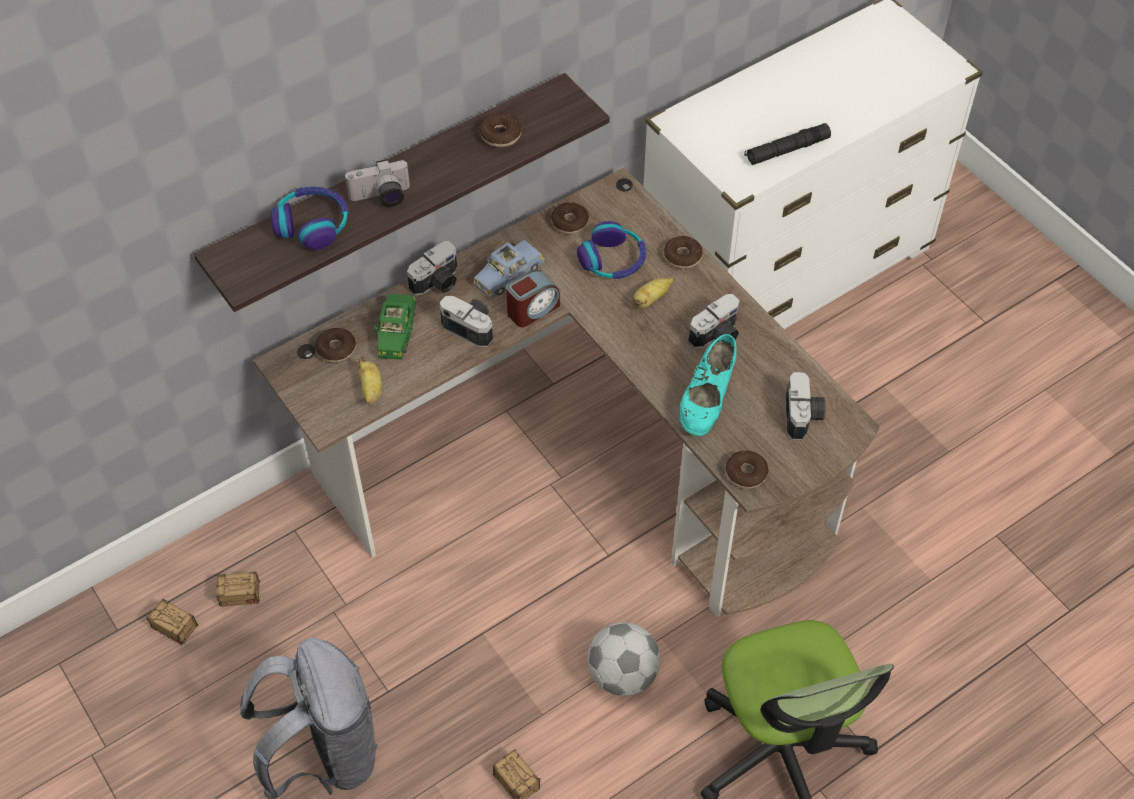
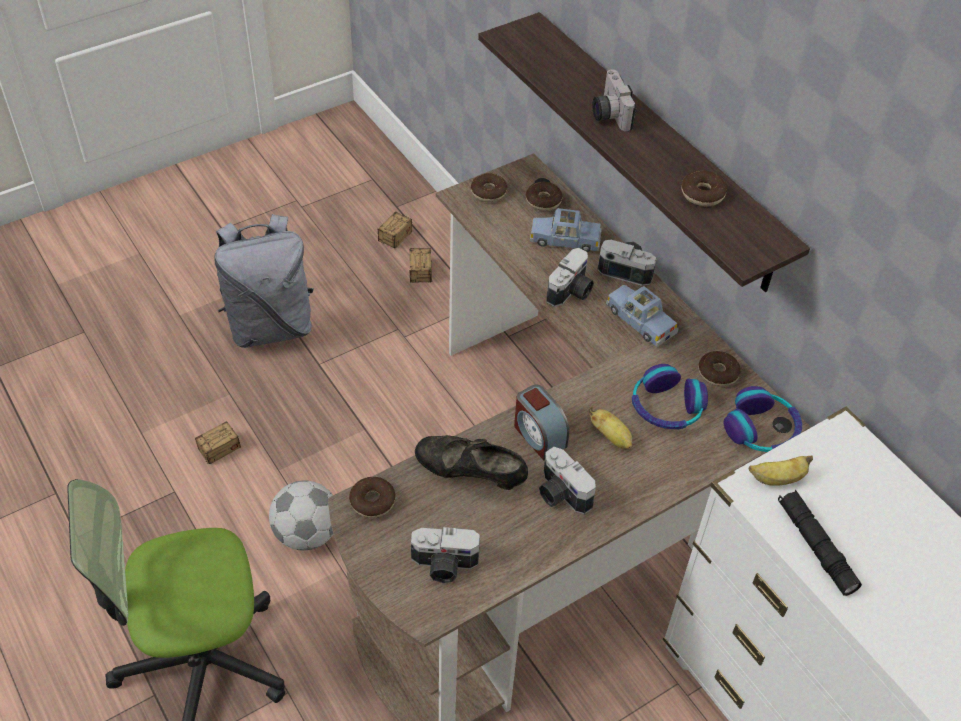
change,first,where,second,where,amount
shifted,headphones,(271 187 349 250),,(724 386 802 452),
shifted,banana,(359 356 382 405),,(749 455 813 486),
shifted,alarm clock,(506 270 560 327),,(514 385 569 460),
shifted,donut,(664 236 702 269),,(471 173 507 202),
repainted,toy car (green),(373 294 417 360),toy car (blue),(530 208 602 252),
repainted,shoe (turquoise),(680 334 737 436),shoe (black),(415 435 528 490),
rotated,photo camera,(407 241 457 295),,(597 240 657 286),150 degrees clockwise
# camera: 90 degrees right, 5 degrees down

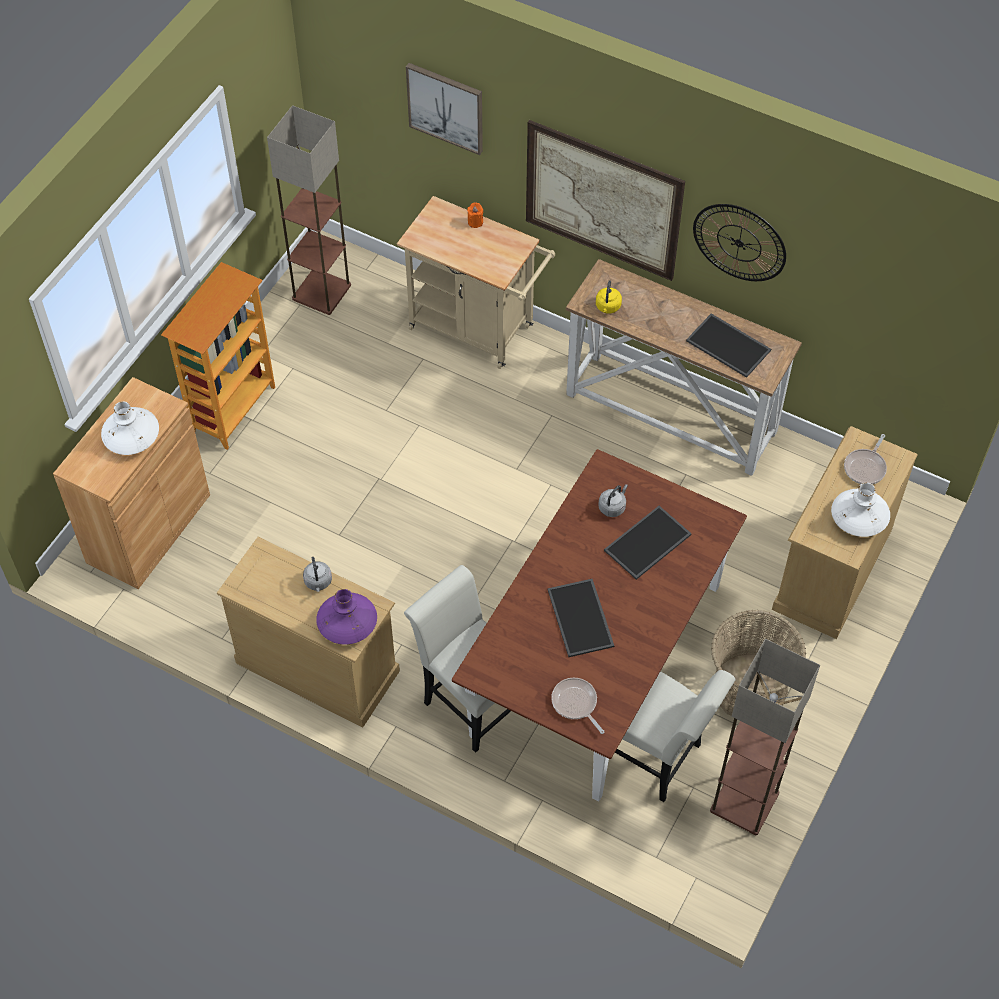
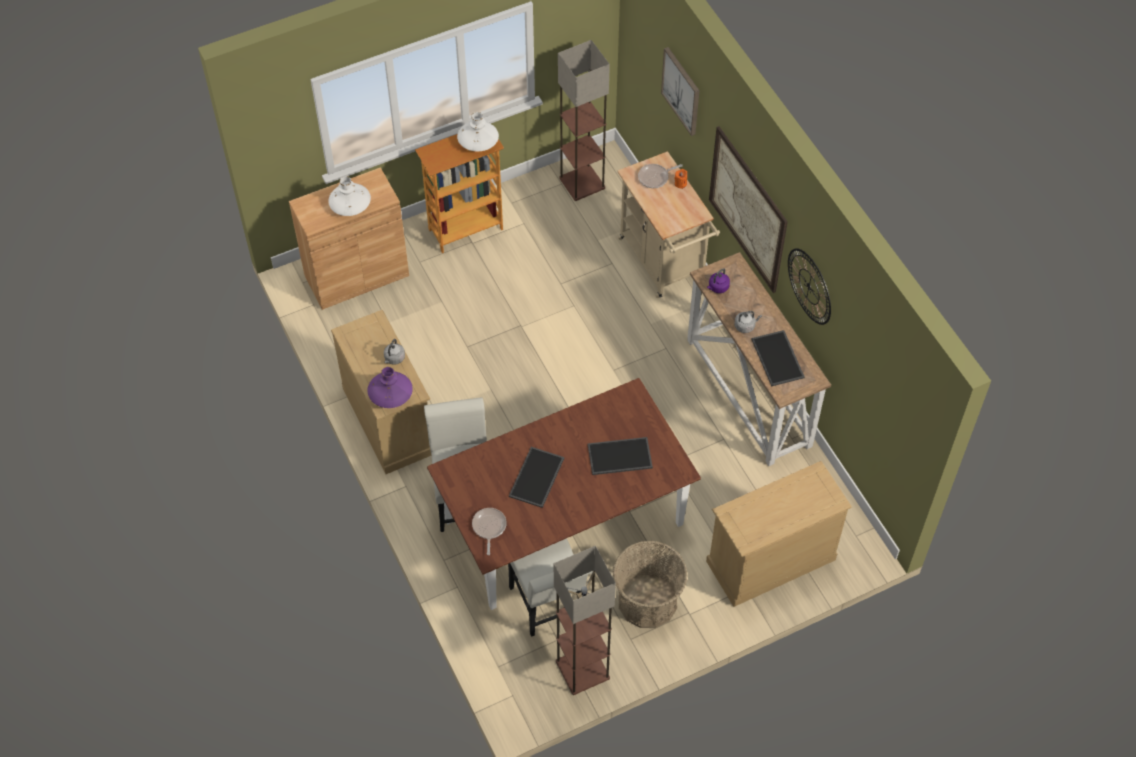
change,first,where,second,where,amount
shifted,kettle (grey),(598 484 628 517),,(734 311 762 333),
shifted,vase (white),(831 483 890 537),,(457 112 499 151),
shifted,frying pan,(844 434 887 484),,(638 164 683 188),
repainted,kettle (yellow),(596 281 622 314),kettle (purple),(707 268 730 293),
# camera: 35 degrees right, 0 degrees up

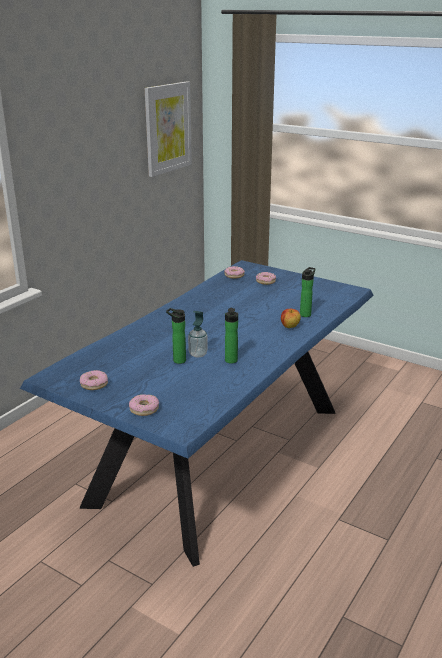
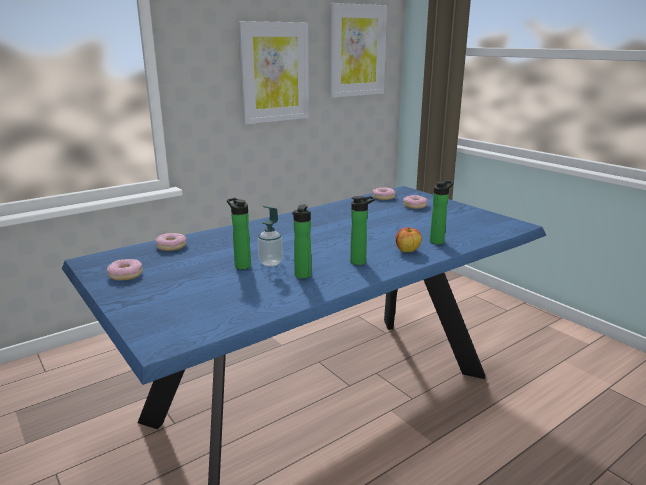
change,first,where,second,where,amount
new,,,picture,(238 21 309 124),
new,,,bottle,(350 196 375 265),
shifted,donut,(129 394 159 416),,(155 233 187 251),
# camera: 20 degrees right, 5 degrees down

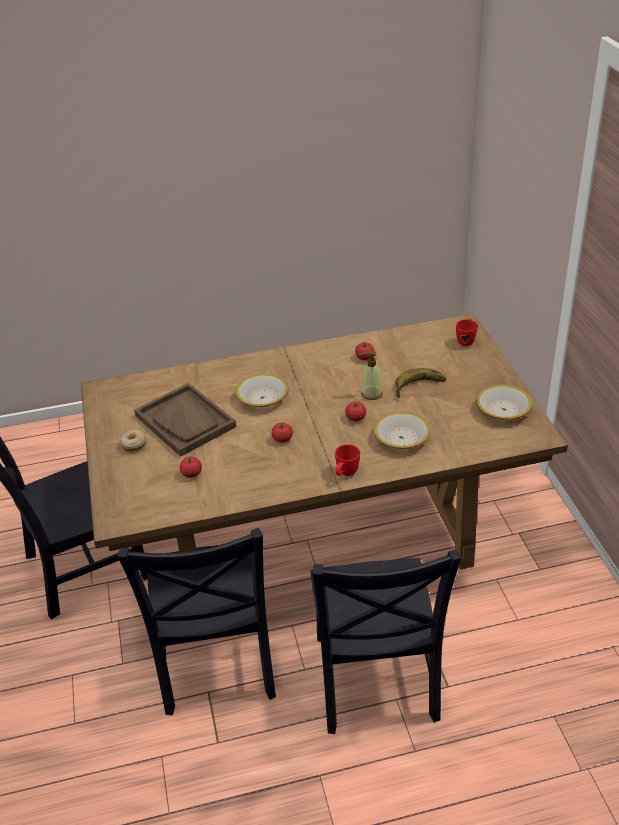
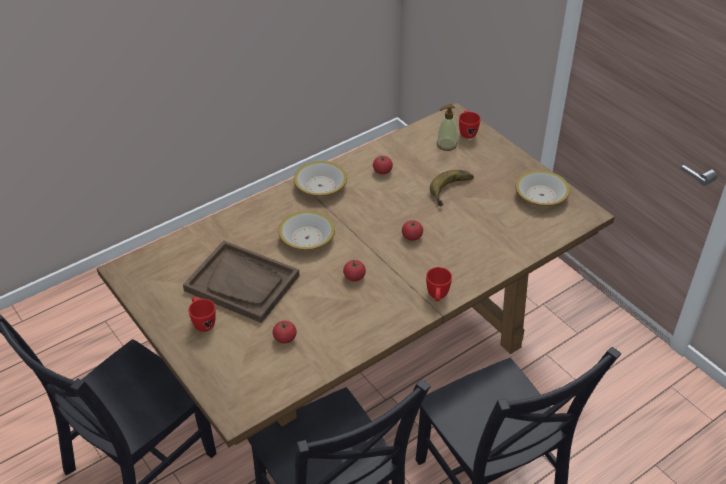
change,first,where,second,where,amount
shifted,soap dispenser,(360 351 383 400),,(437 104 457 151),
shifted,bowl,(374 412 431 449),,(294 161 347 196),
swapped,donut,(120 430 147 453),mug (red),(188 297 216 332),
# camera: 25 degrees left, 5 degrees up

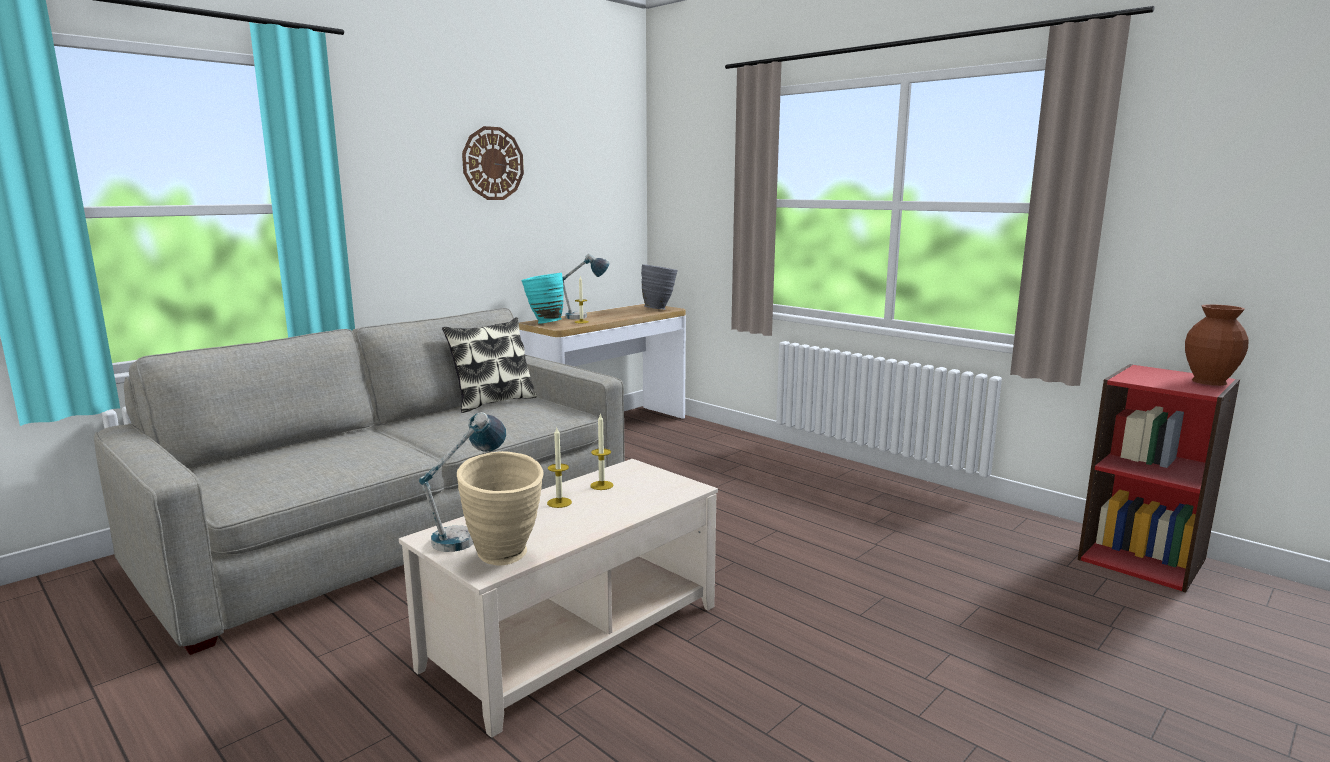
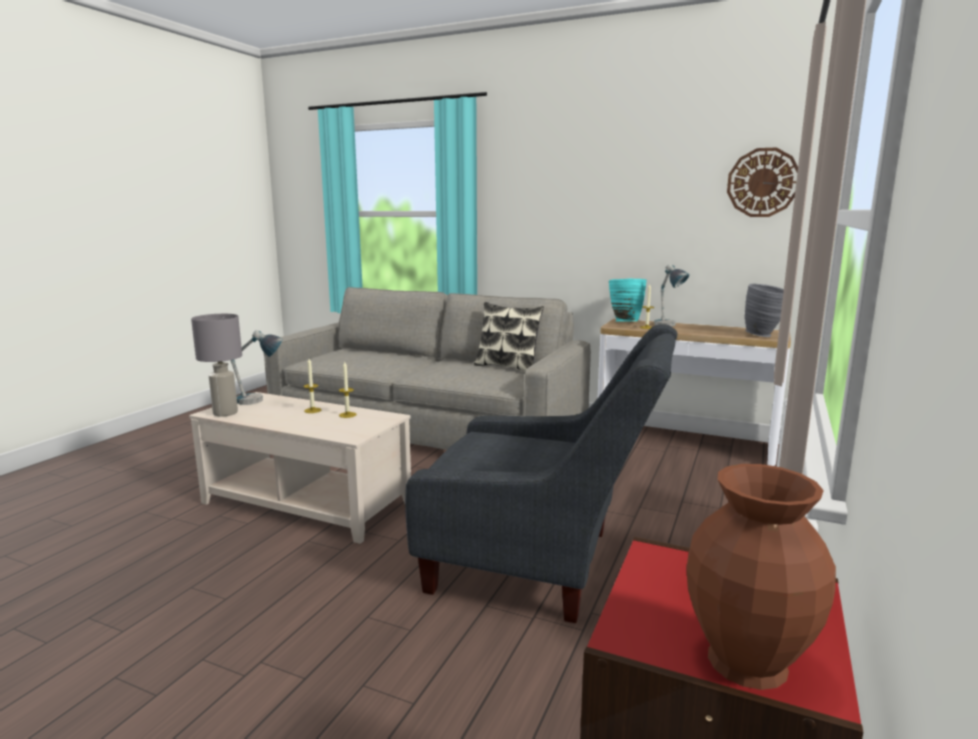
change,first,where,second,where,amount
new,,,armchair (grey),(405 324 678 623),
shifted,wall clock,(462 126 524 200),,(727 147 798 217),
swapped,vase (beige),(457 451 544 565),table lamp (grey),(191 314 242 416),
# camera: 70 degrees right, 0 degrees up

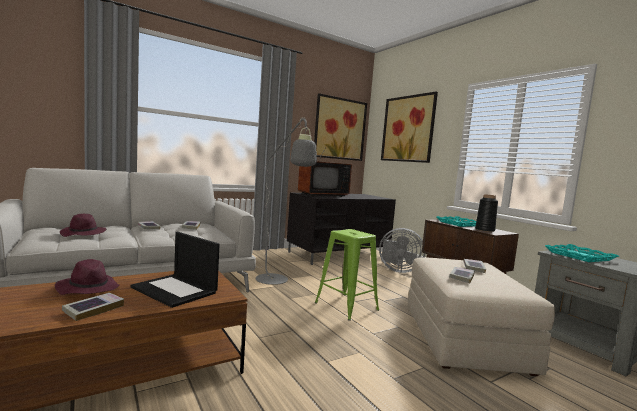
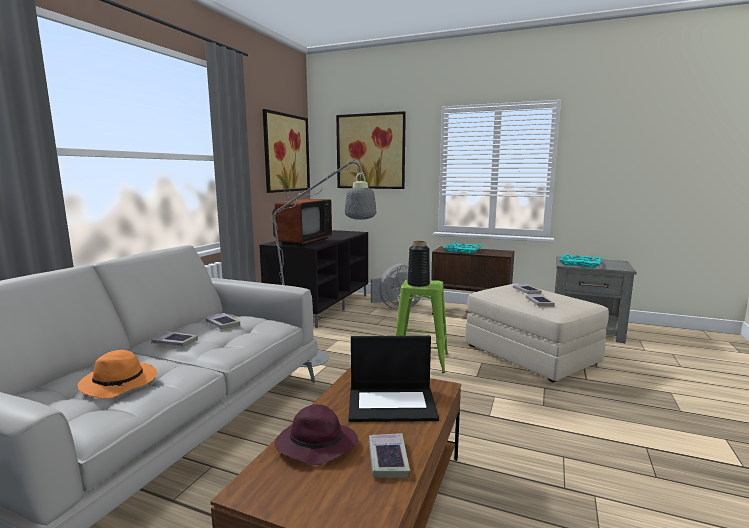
change,first,where,second,where,amount
shifted,vase (black),(475 194 498 232),,(407 241 430 287),
repainted,hat (purple),(60 214 106 237),hat (orange),(78 350 157 399),
# camera: 35 degrees left, 5 degrees up

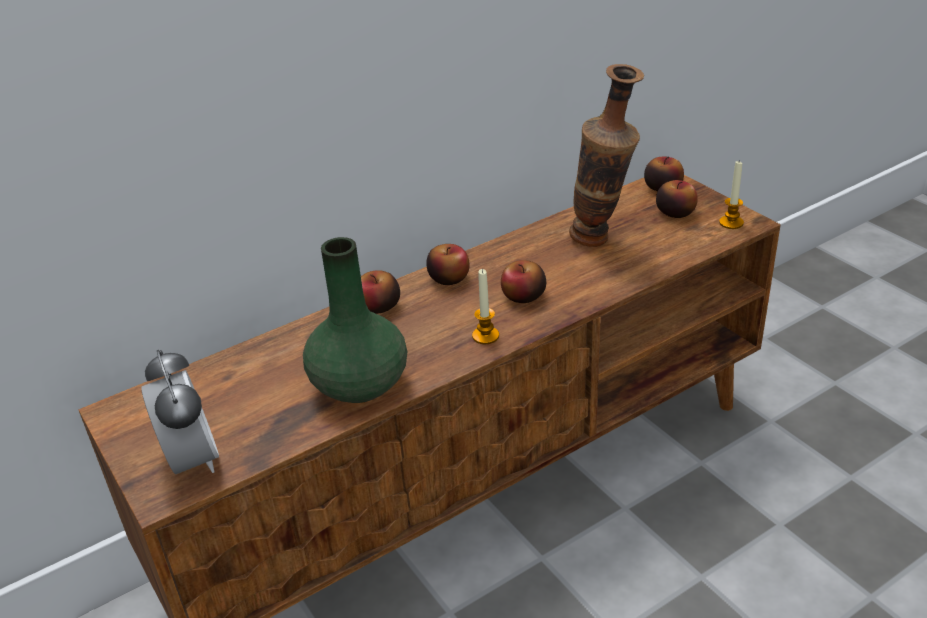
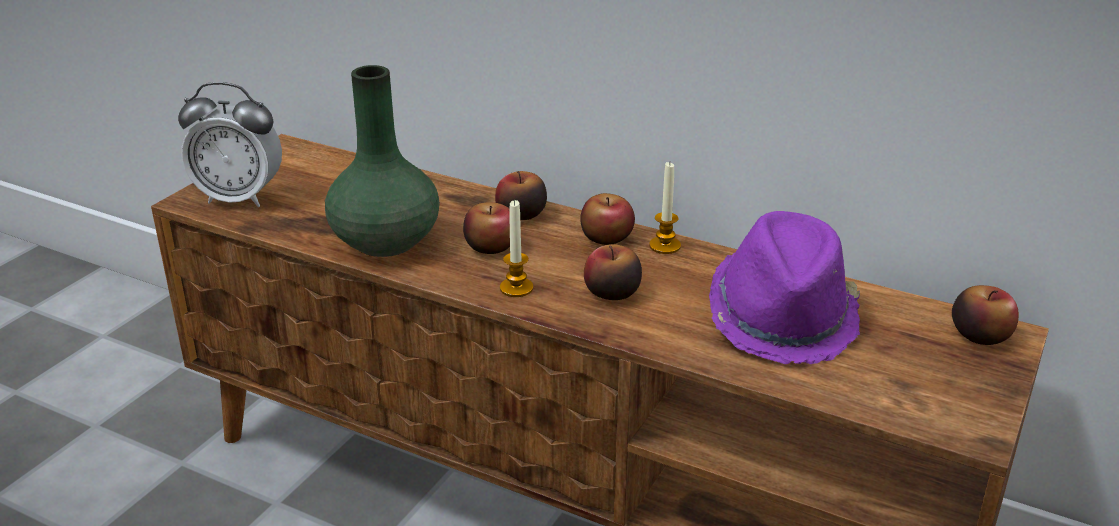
change,first,where,second,where,amount
shifted,apple,(656 180 698 218),,(463 202 510 254),
shifted,candle,(719 161 744 229),,(649 162 681 254),
swapped,vase,(569 64 644 247),hat (purple),(709 211 860 364),
rotated,alarm clock,(141 350 219 474),,(178 82 282 207),60 degrees clockwise
# camera: 60 degrees right, 5 degrees down

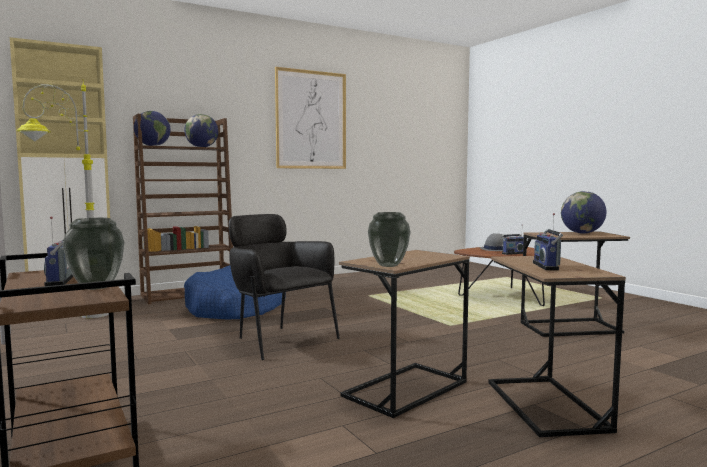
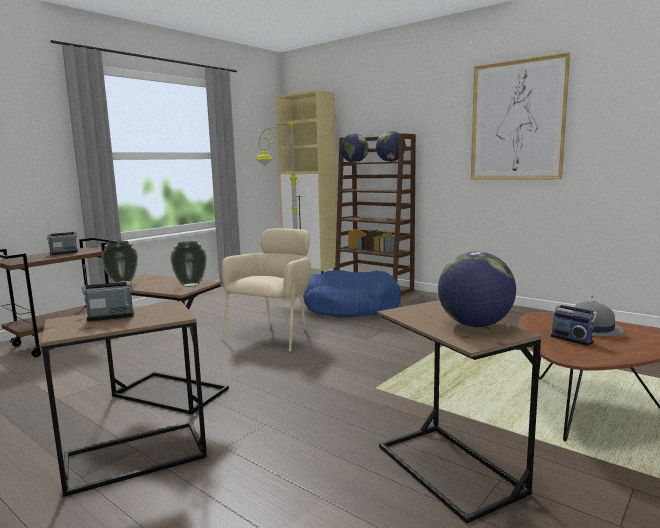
change,first,where,second,where,amount
shifted,vase,(63 218 125 290),,(170 241 207 287),
repainted,armchair (black),(228 214 340 360),armchair (beige),(222 228 311 352),
# camera: 70 degrees right, 5 degrees up

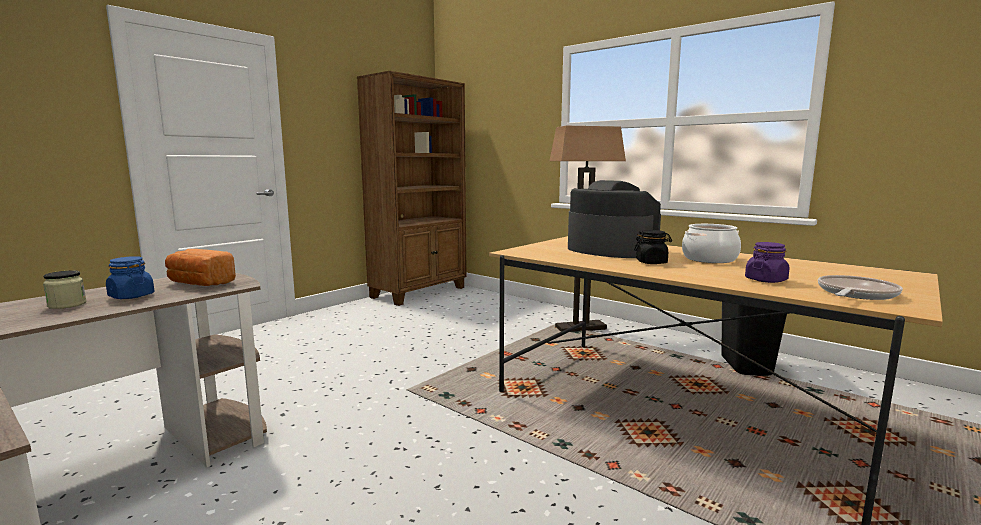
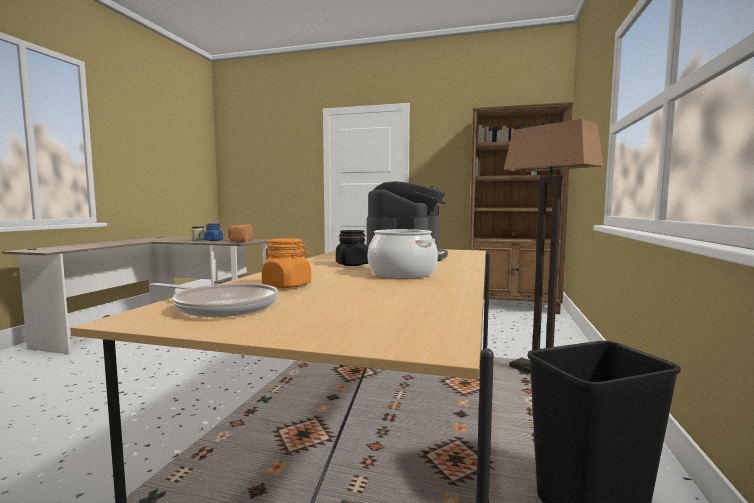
change,first,where,second,where,amount
repainted,jar (purple),(745 242 789 283),jar (orange),(262 238 311 288),
# camera: 65 degrees right, 5 degrees down

